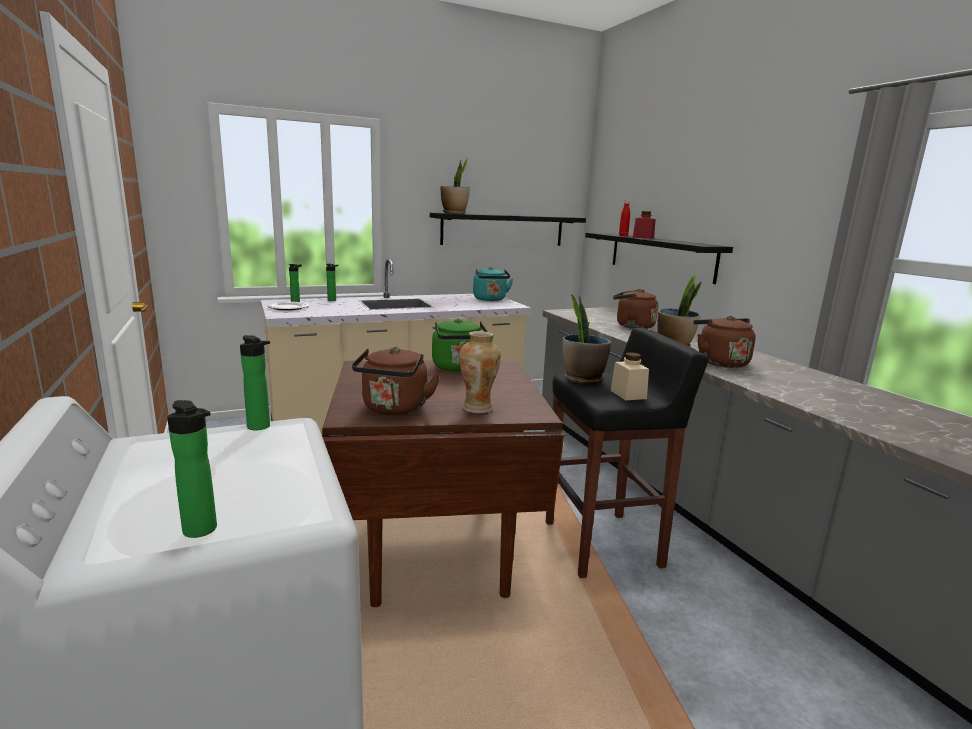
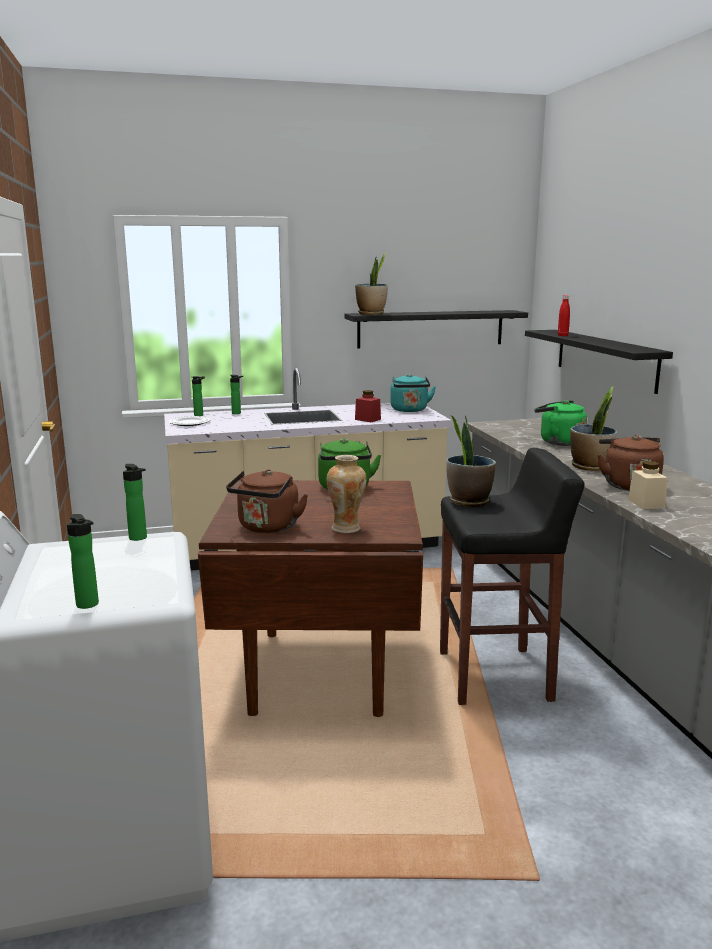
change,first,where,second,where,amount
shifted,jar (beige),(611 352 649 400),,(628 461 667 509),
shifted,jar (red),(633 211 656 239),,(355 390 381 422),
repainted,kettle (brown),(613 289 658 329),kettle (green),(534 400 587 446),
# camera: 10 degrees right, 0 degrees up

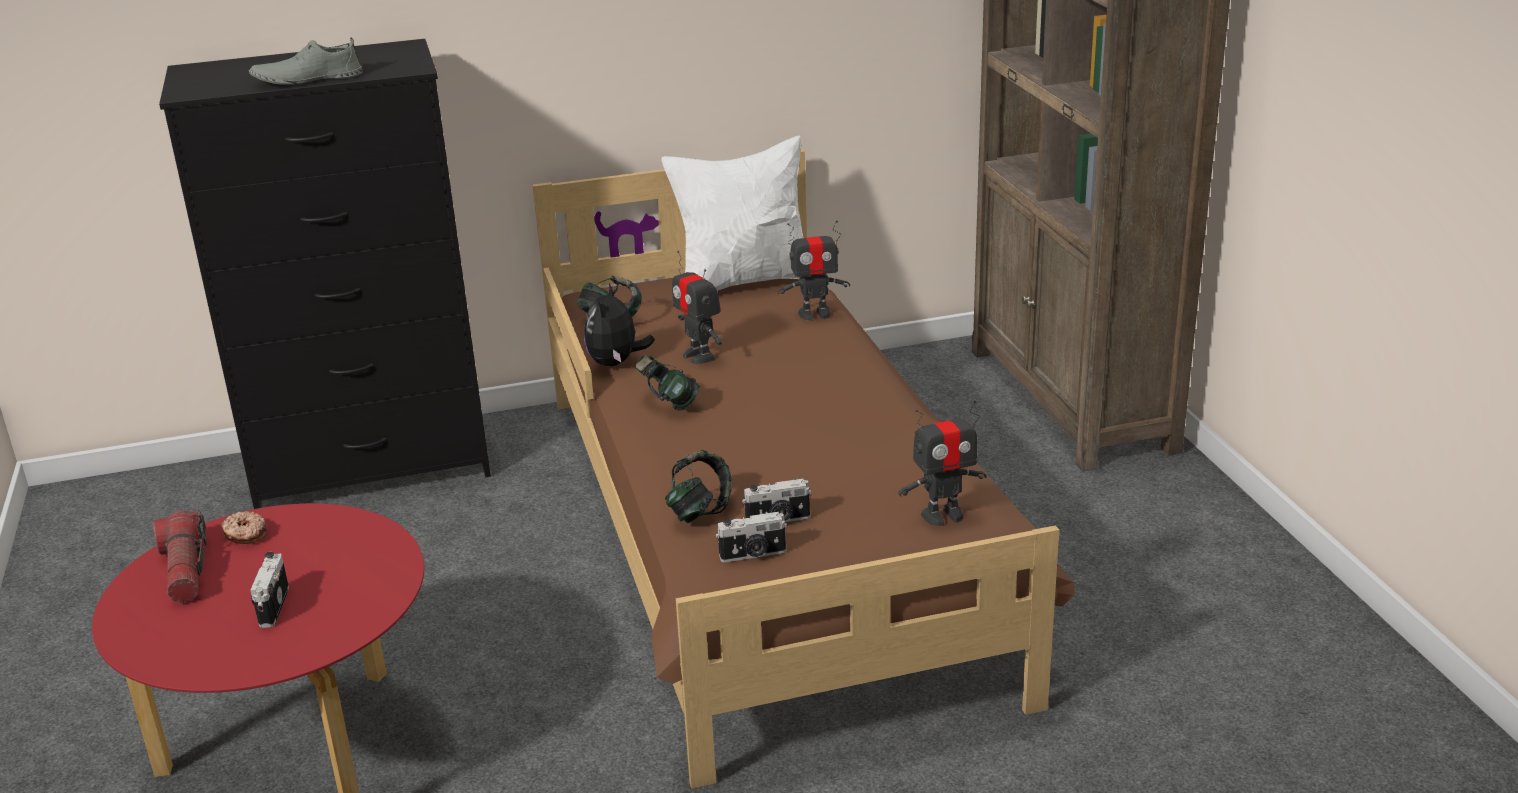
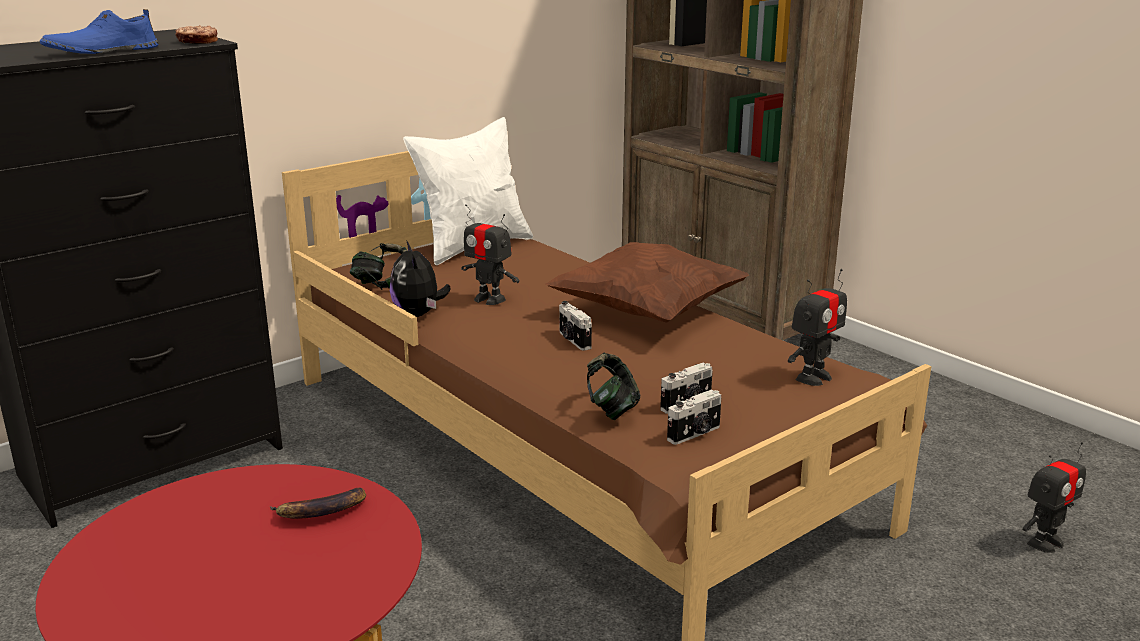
change,first,where,second,where,amount
gone,flashlight,(153 510 207 603),,,
gone,headphones,(635 355 700 410),,,
new,,,banana,(270 488 366 519),
new,,,pillow (brown),(545 242 749 323),
shifted,donut,(221 511 267 545),,(175 25 218 44),
shifted,photo camera,(250 552 289 628),,(559 301 592 351),
shifted,toy robot,(778 221 850 321),,(1023 442 1086 553),
repainted,shoe (grey),(249 37 363 85),shoe (blue),(40 9 158 54),
# camera: 25 degrees left, 5 degrees down

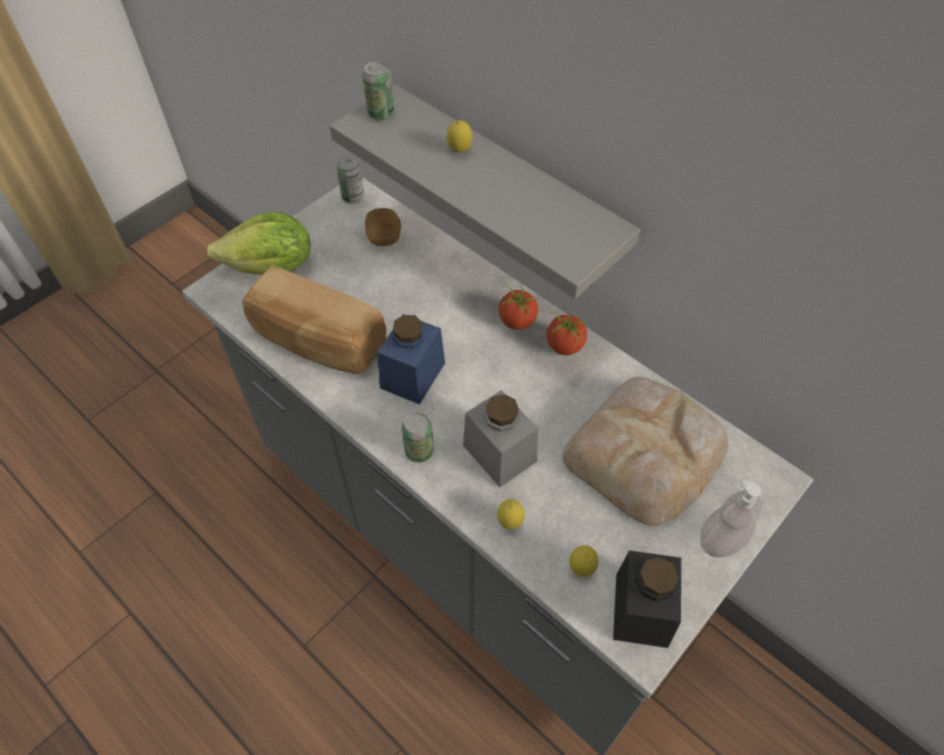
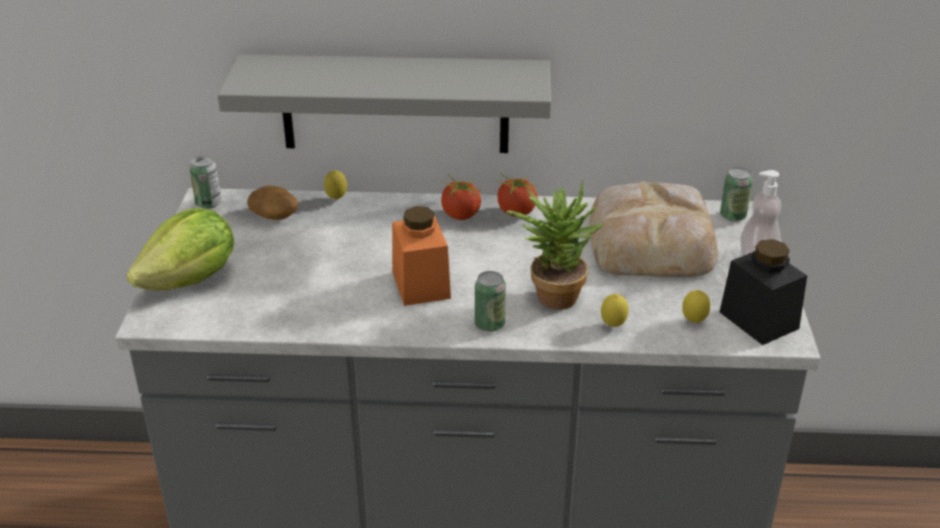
change,first,where,second,where,amount
gone,bread,(242 265 387 374),,,
shifted,can,(362 62 394 120),,(720 168 753 222),
shifted,lemon,(447 120 472 152),,(324 170 347 200),
swapped,jar (grey),(463 390 538 487),potted plant,(506 180 603 310),
repainted,jar (blue),(377 314 445 405),jar (orange),(392 206 451 306),
# camera: 40 degrees left, 20 degrees down

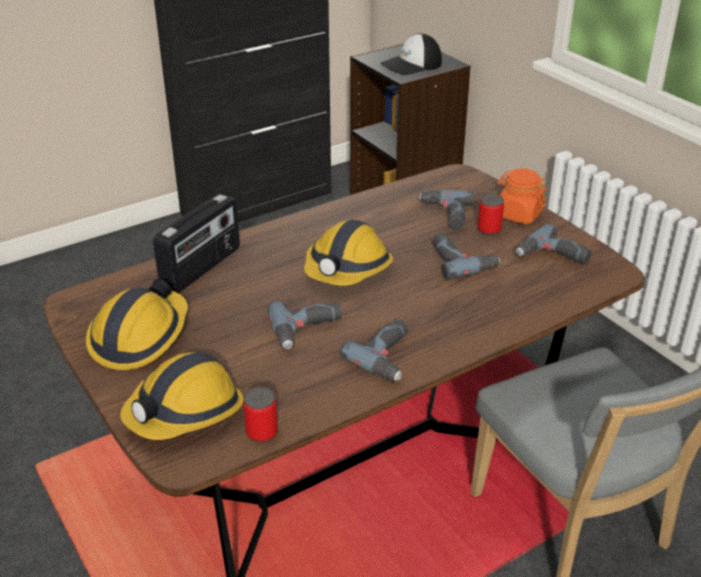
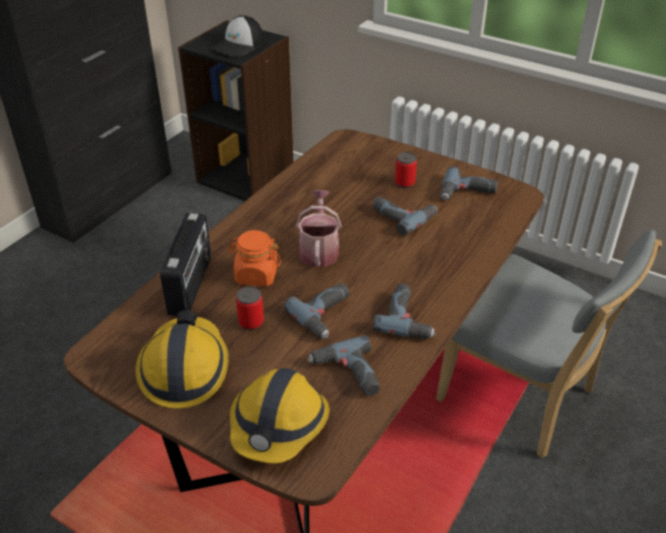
change,first,where,second,where,amount
shifted,can,(243 387 278 443),,(236 286 264 330),
shifted,power drill,(418 190 473 230),,(308 335 380 396),
shifted,jar (orange),(497 169 546 224),,(228 230 281 286),
swapped,hard hat,(304 220 393 286),watering can,(296 190 342 267),
# camera: 25 degrees left, 5 degrees up

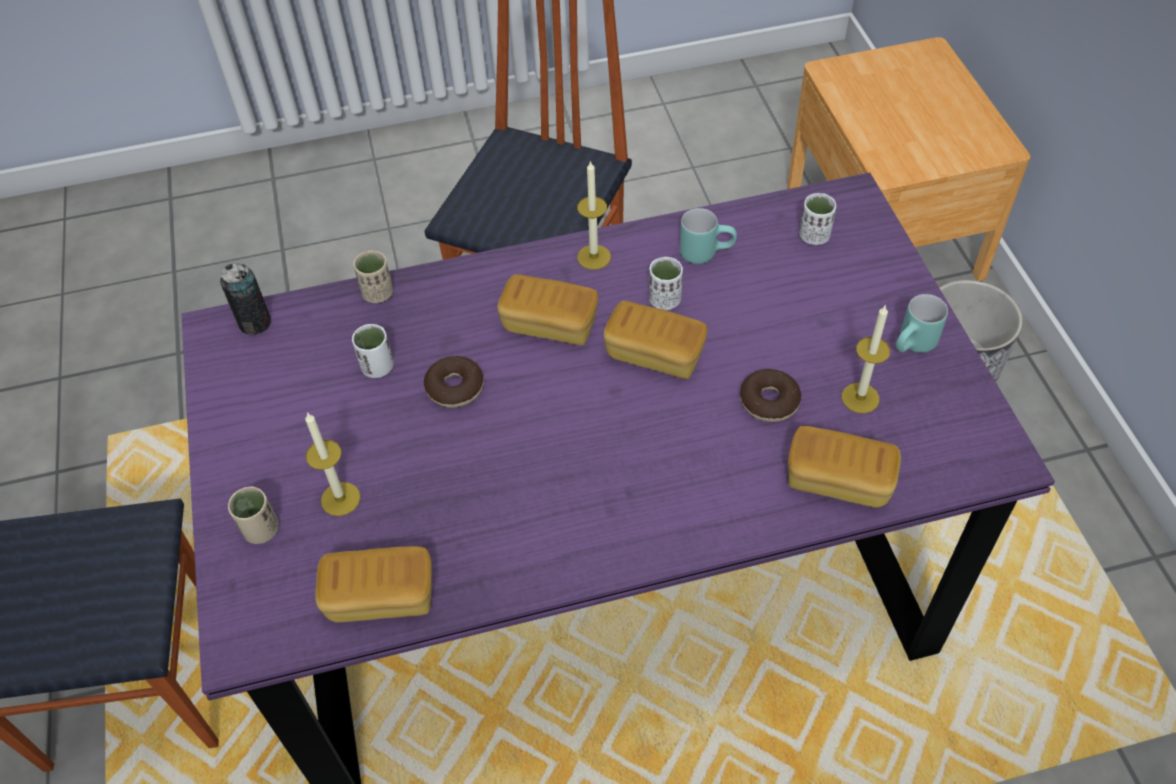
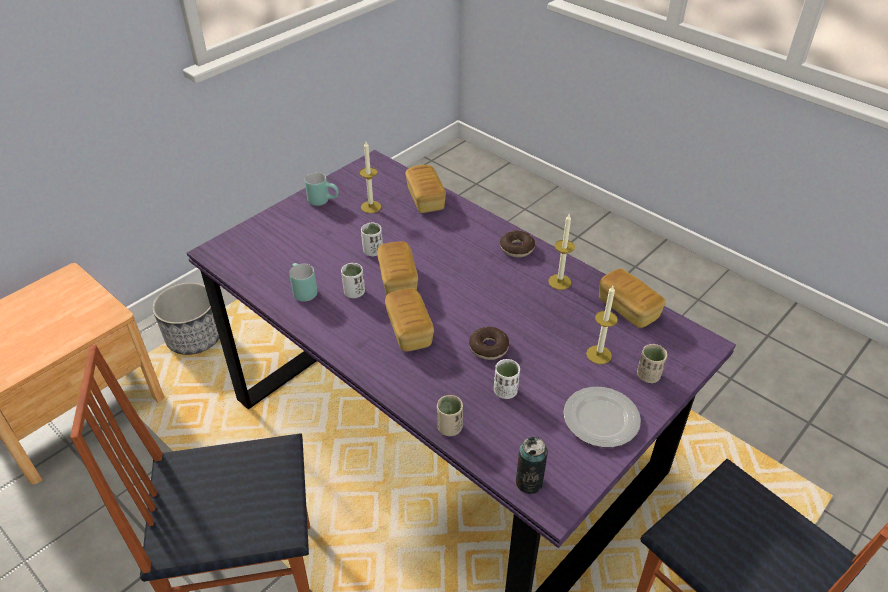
change,first,where,second,where,amount
new,,,plate,(563 387 641 447),
shifted,candle,(577 160 611 270),,(548 214 575 290),
shifted,donut,(740 369 801 422),,(500 230 535 257),
shifted,cup (white),(799 193 836 245),,(361 223 383 256),
# camera: 125 degrees left, 10 degrees down

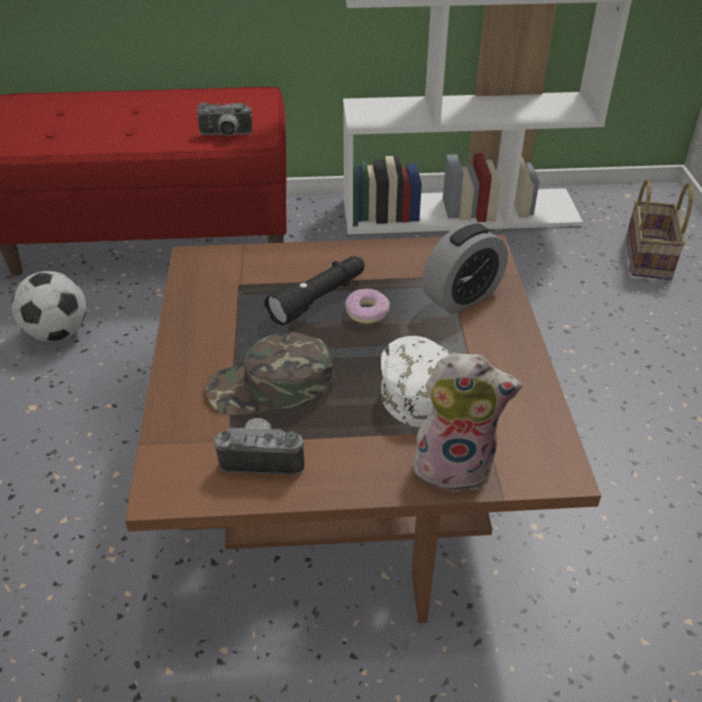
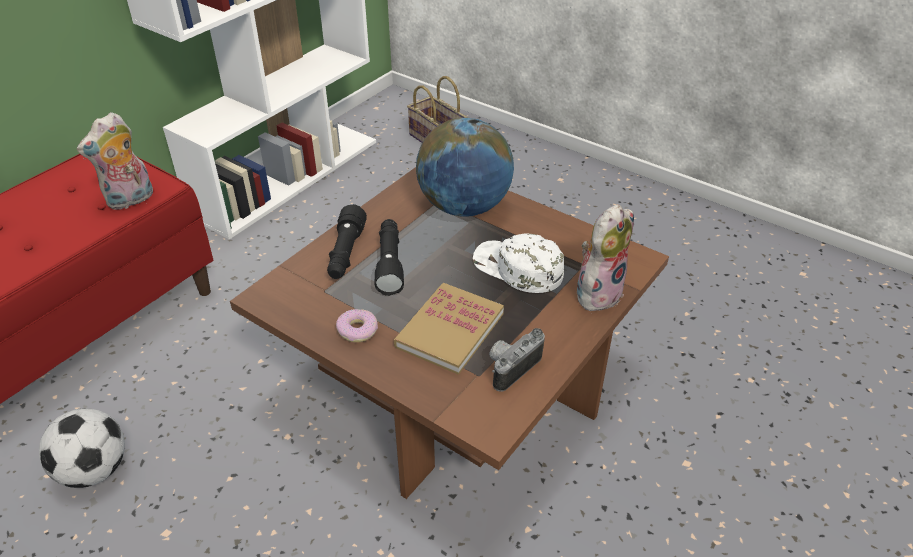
change,first,where,second,where,amount
new,,,flashlight (black),(327 204 367 279),
shifted,donut,(345 288 390 323),,(336 309 378 342),
swapped,photo camera,(197 102 252 136),plush toy,(77 112 153 210),
swapped,cap (green),(205 332 334 416),book,(394 283 504 375),
swapped,alarm clock,(422 223 508 314),globe,(416 118 514 217),
# camera: 50 degrees left, 0 degrees up

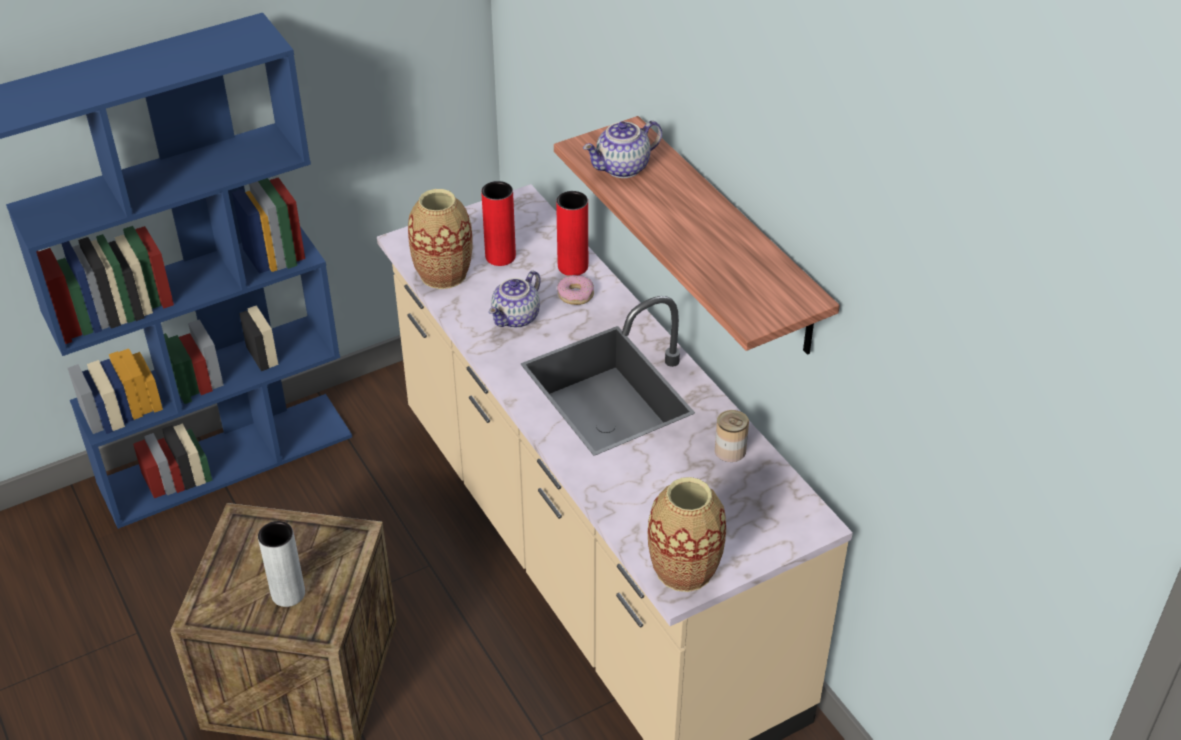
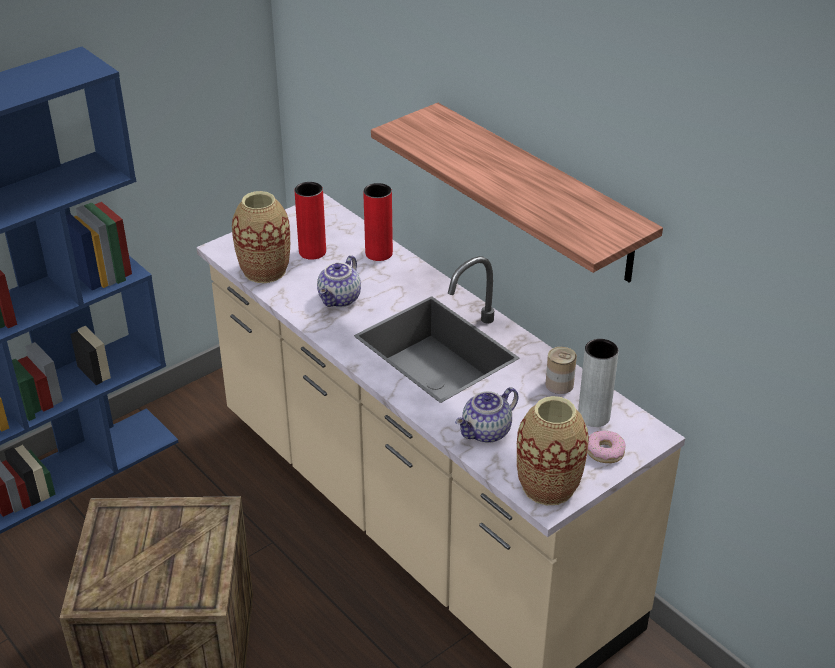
change,first,where,second,where,amount
shifted,vase (grey),(258 521 305 607),,(578 339 619 427),
shifted,donut,(557 275 594 305),,(587 431 626 463),
shifted,teapot,(583 120 662 178),,(455 387 519 443),
# camera: 10 degrees left, 5 degrees down

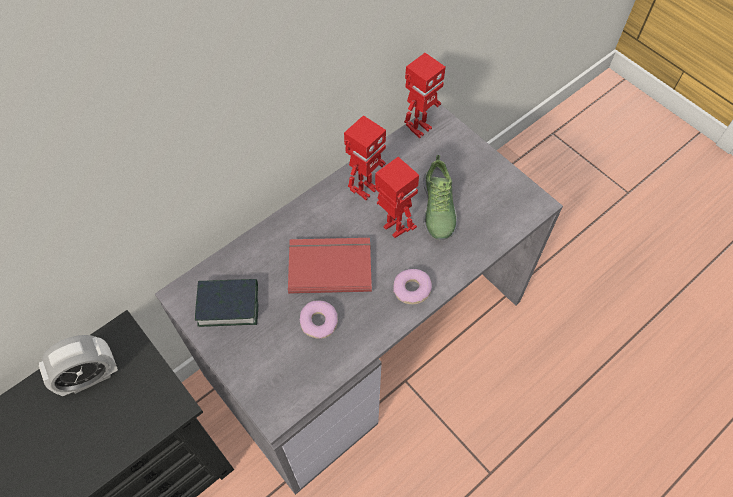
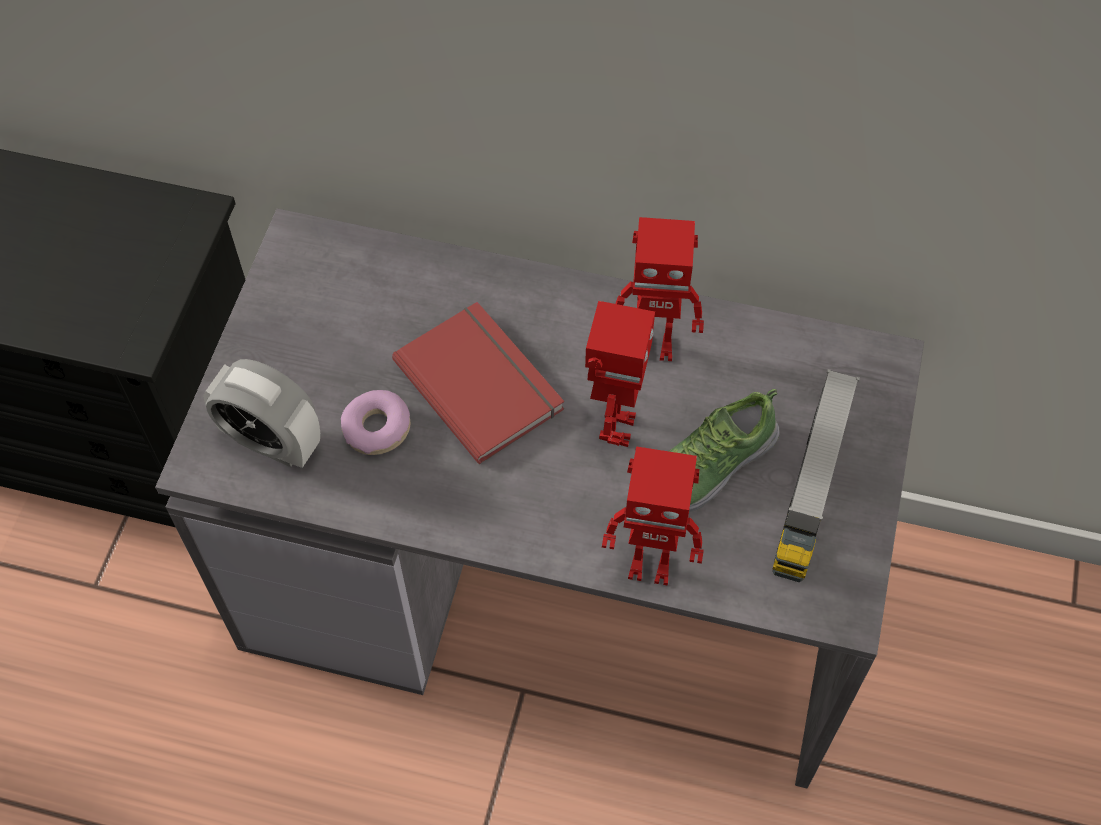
change,first,where,second,where,amount
gone,book,(195 279 258 327),,,
gone,donut,(393 269 432 304),,,
new,,,toy truck,(772 369 860 582),
shifted,alarm clock,(39 335 118 396),,(203 359 320 468),
shifted,toy robot,(404 53 446 138),,(602 446 704 586),
# camera: 55 degrees right, 0 degrees up

